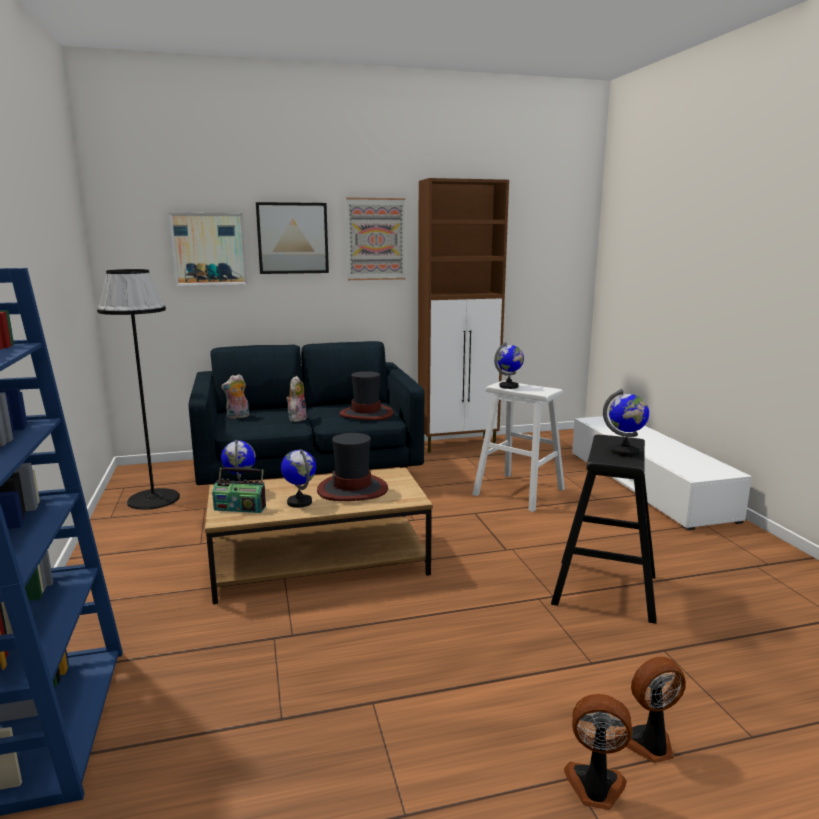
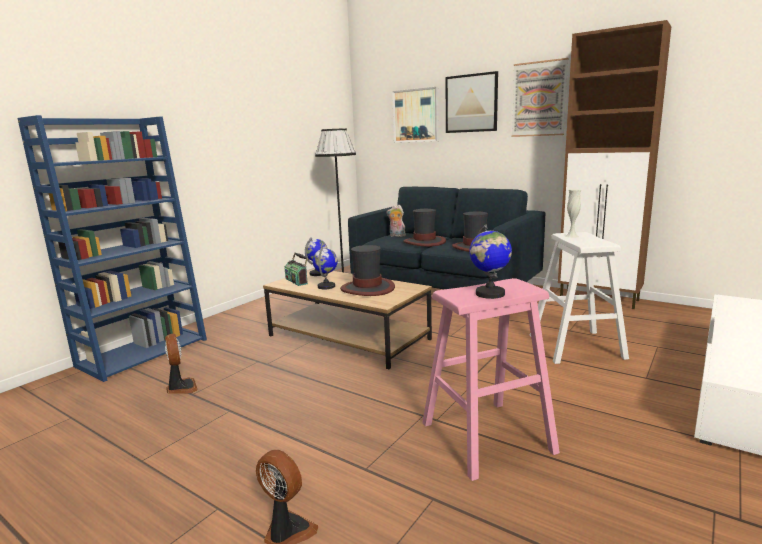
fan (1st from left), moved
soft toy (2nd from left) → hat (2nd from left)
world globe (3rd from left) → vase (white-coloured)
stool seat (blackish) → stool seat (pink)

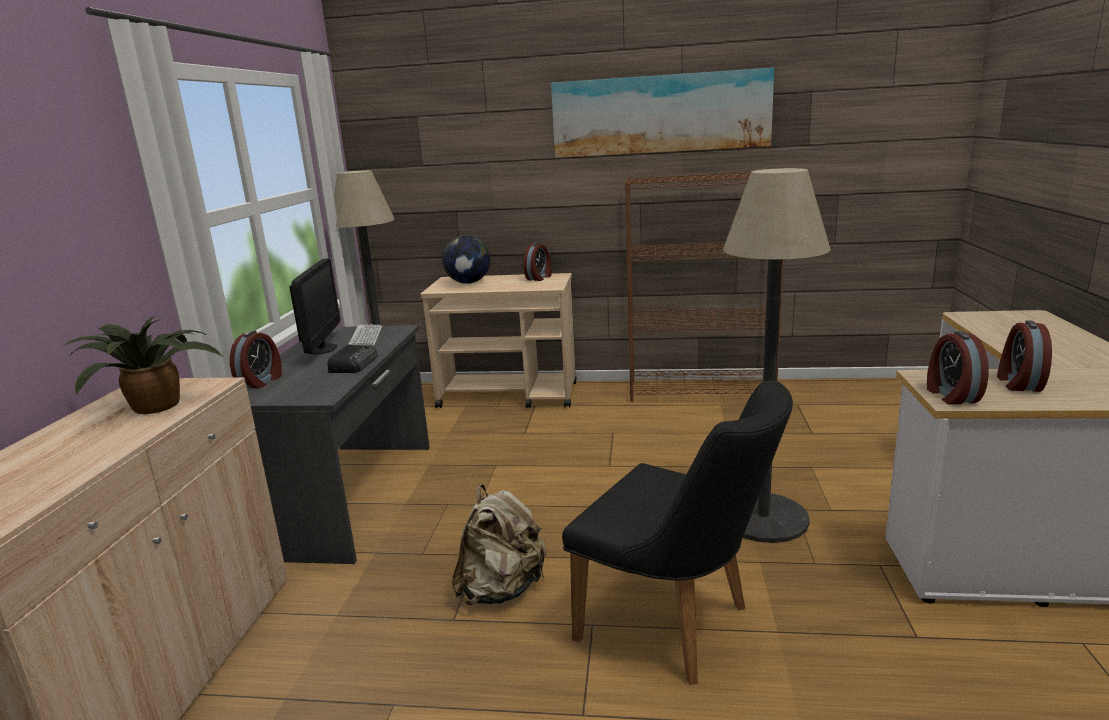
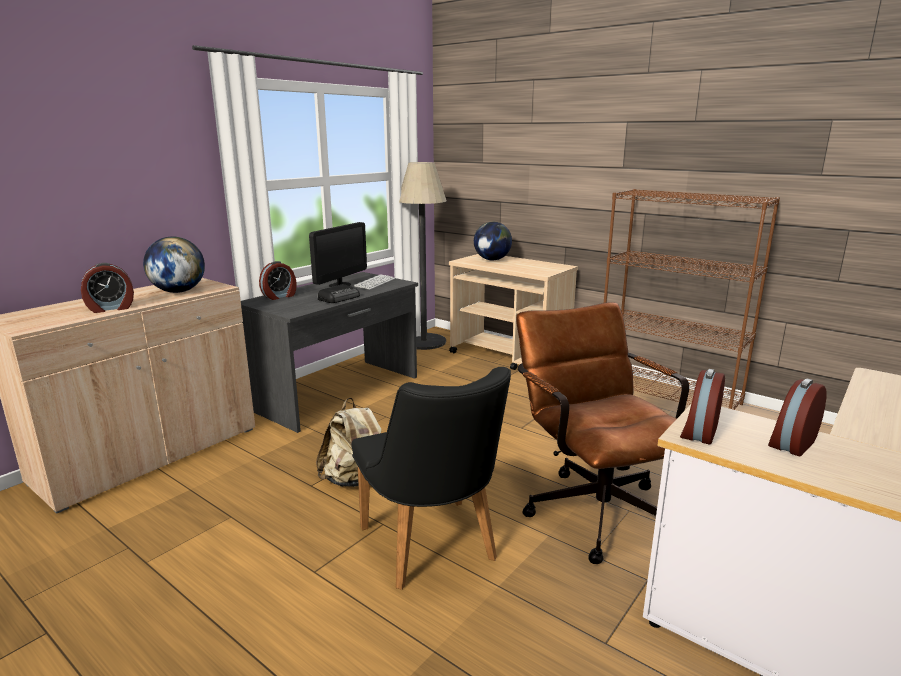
wall art → -
alarm clock (2nd from left in the first image) → alarm clock (1st from left), moved
houseplant → world globe (1st from left)
floor lamp (2nd from left) → computer chair (brown-coloured)

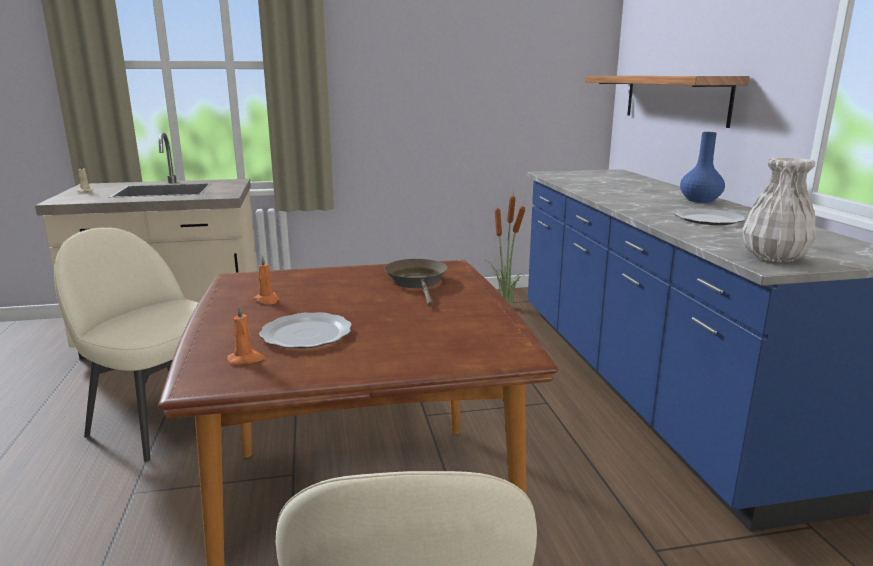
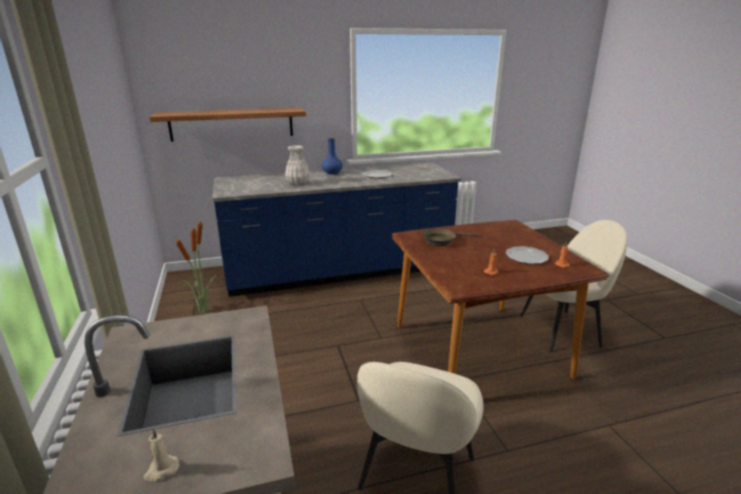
vase (white-coloured), moved

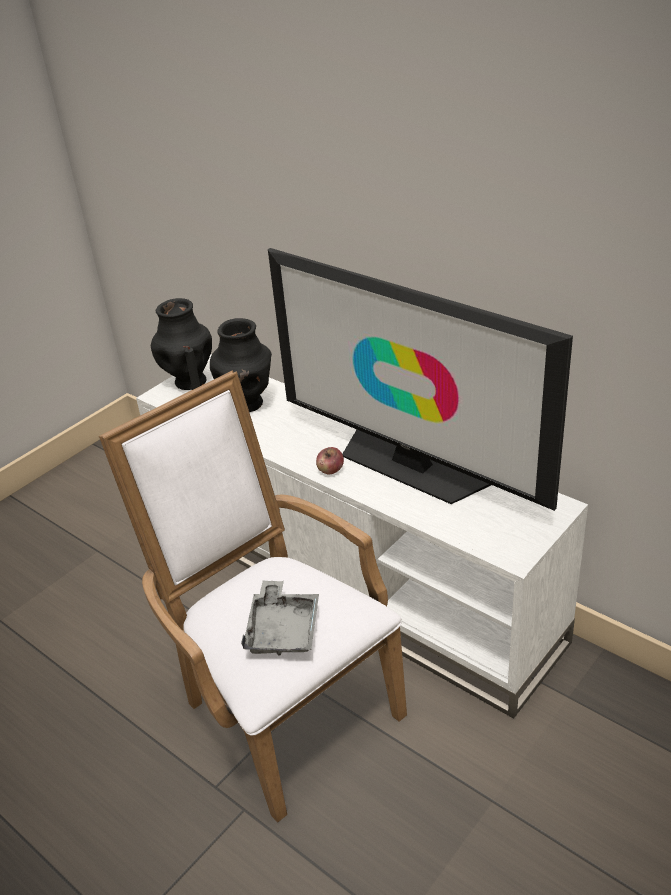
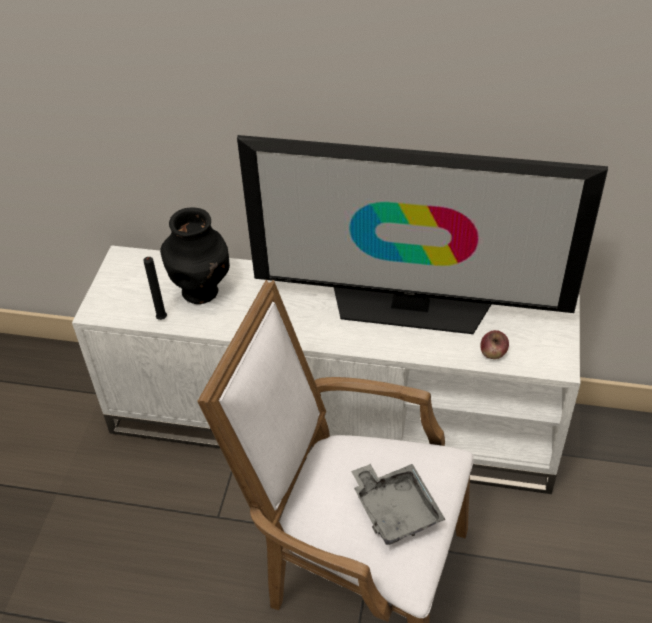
vase (blackish) (1st from left) → -
whole apple, moved

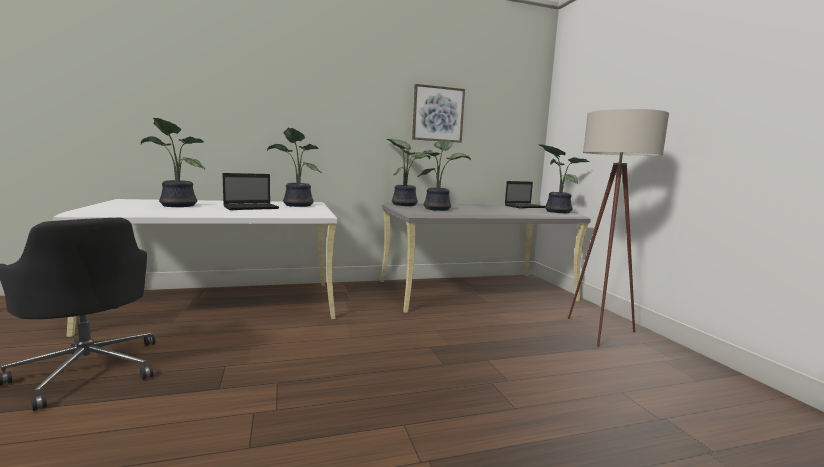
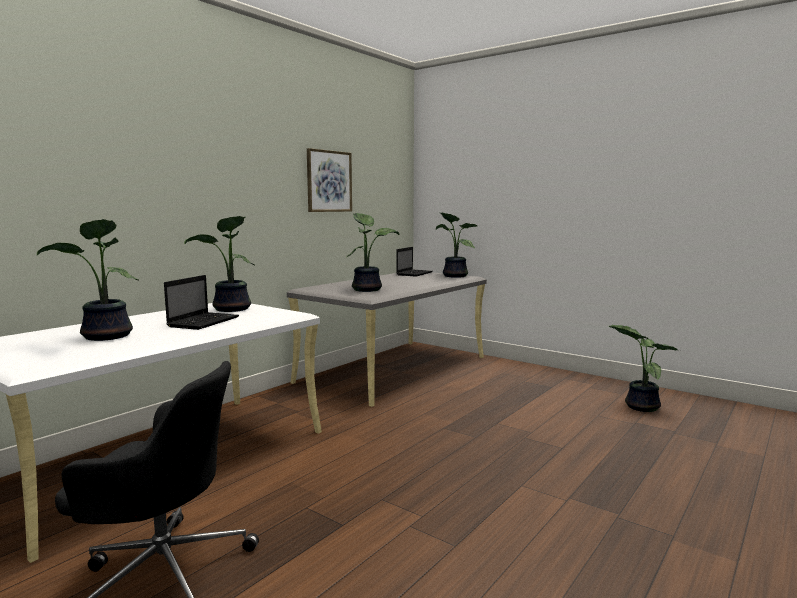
floor lamp (beige-coloured) → -
houseplant (3rd from left in the first image) → houseplant (5th from left), moved

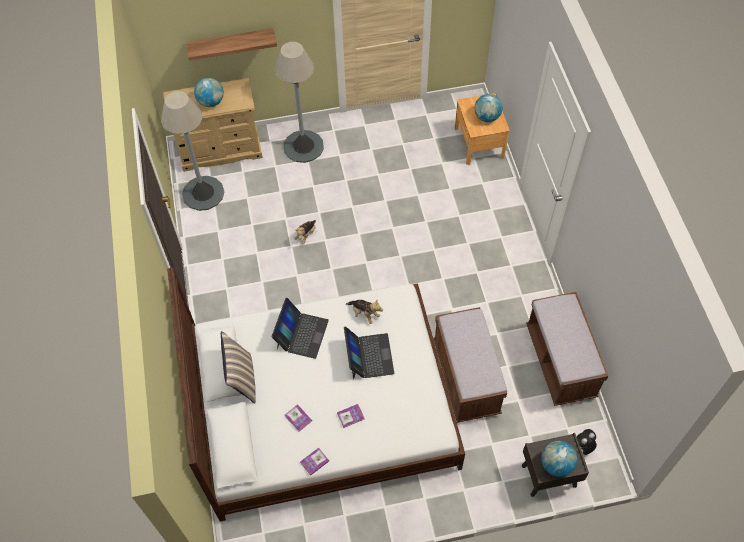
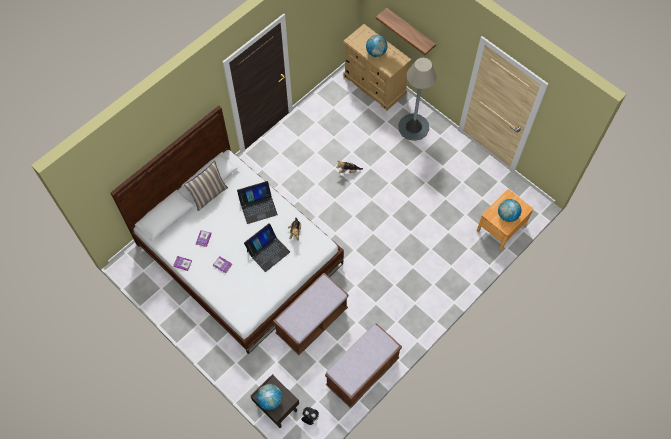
floor lamp (grey) (1st from left) → -

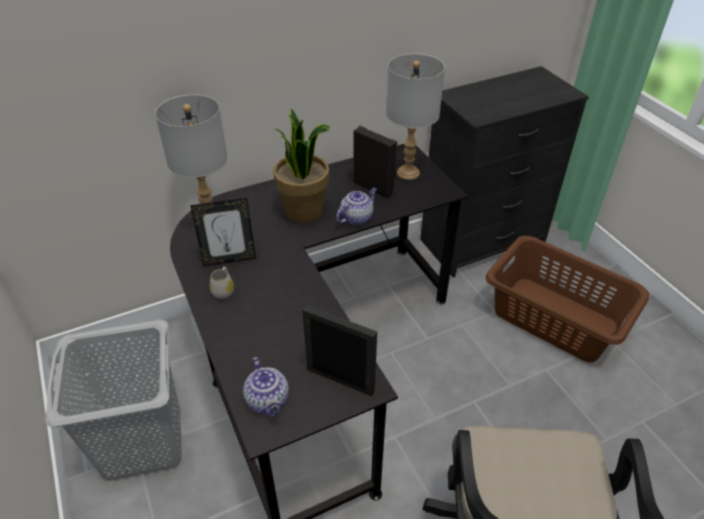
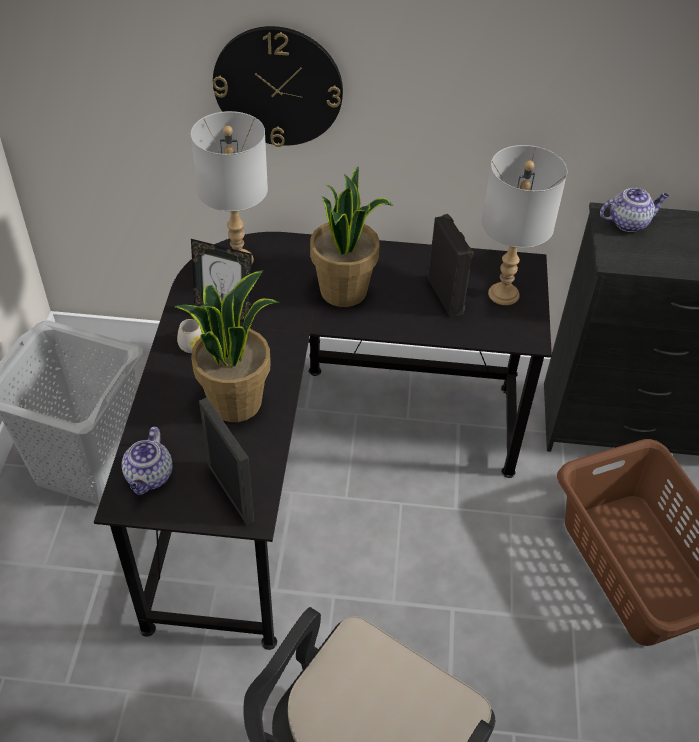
- → houseplant (1st from left)
- → hanging clock
pot for tea (2nd from left), moved

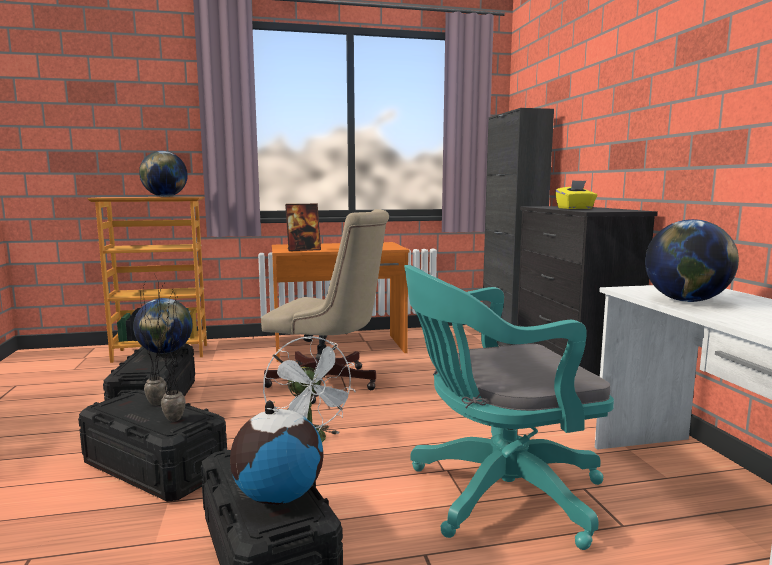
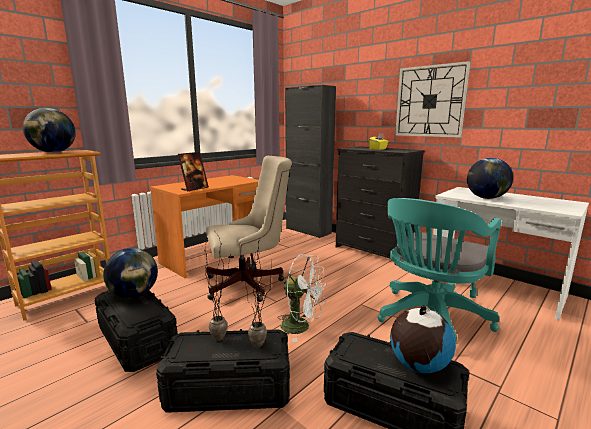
- → hanging clock

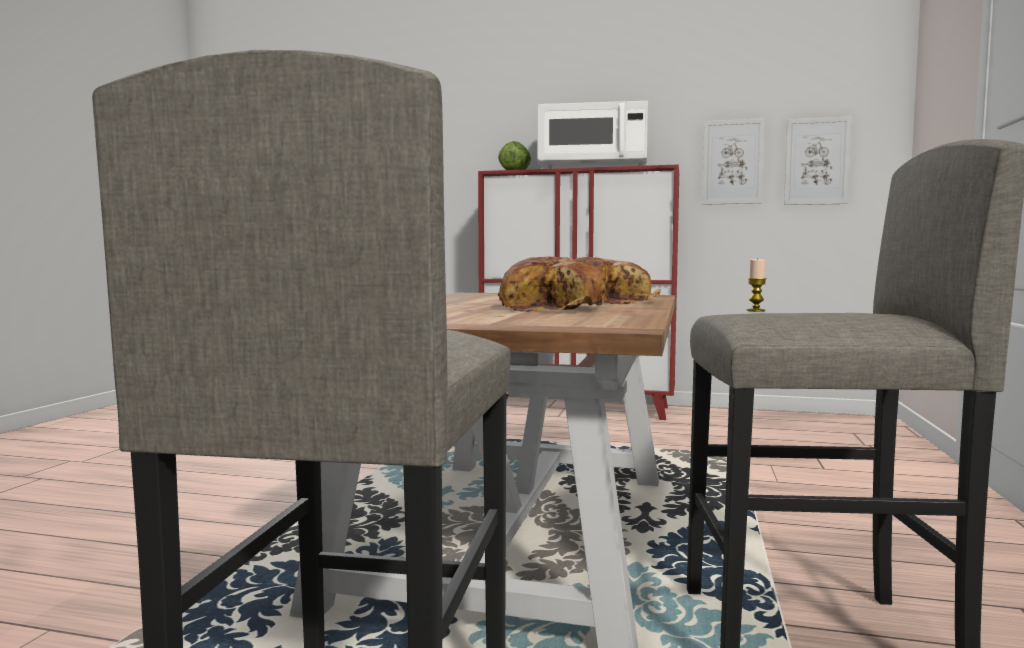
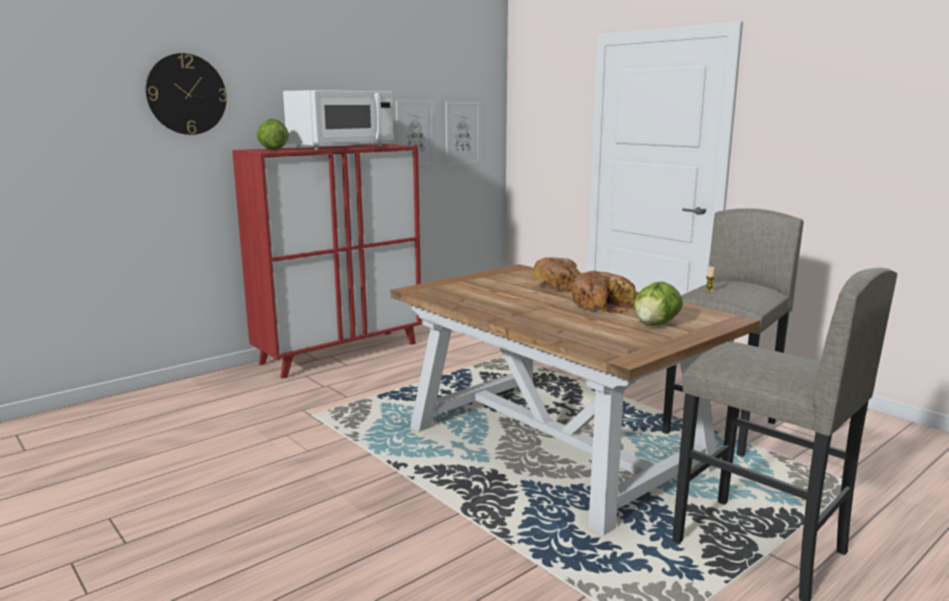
- → hanging clock
- → lettuce (2nd from left)

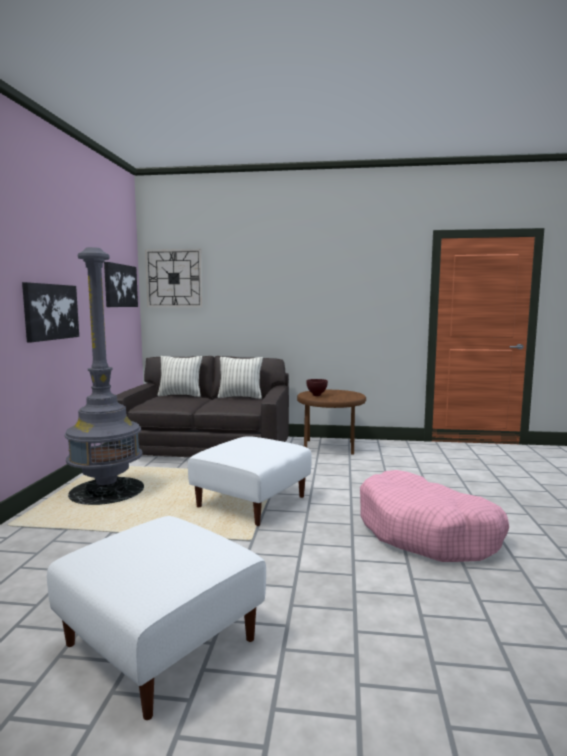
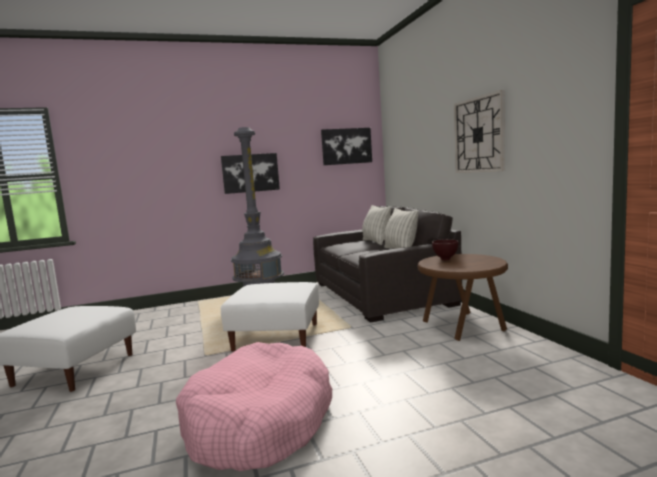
hanging clock, moved

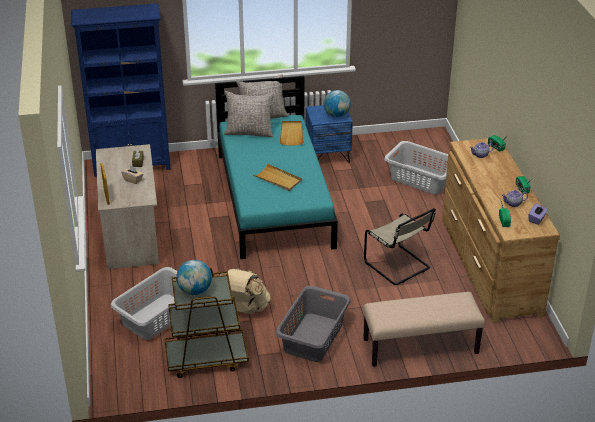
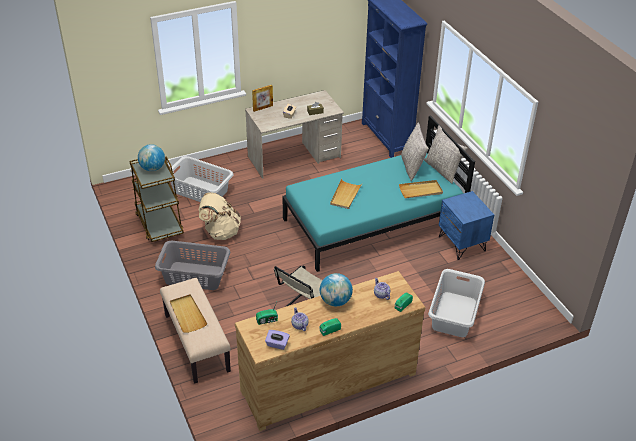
- → serving tray (beige-coloured) (1st from left)
world globe (2nd from left), moved

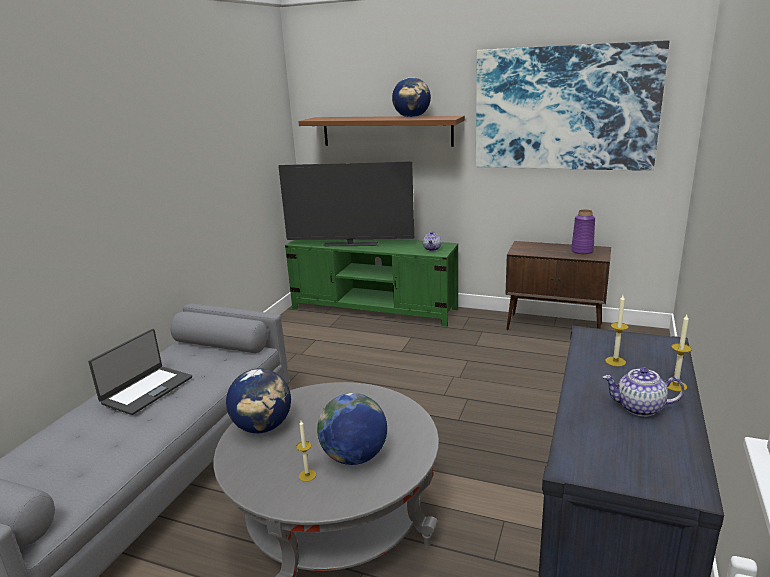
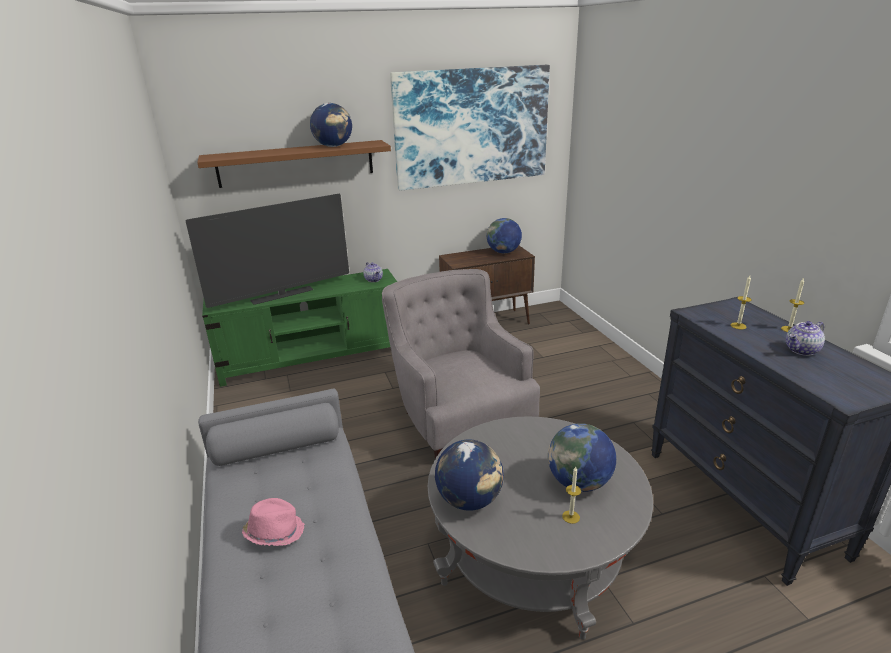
- → easy chair (grey)
laptop → hat (pink)
vase (purple-coloured) → world globe (3rd from left)

